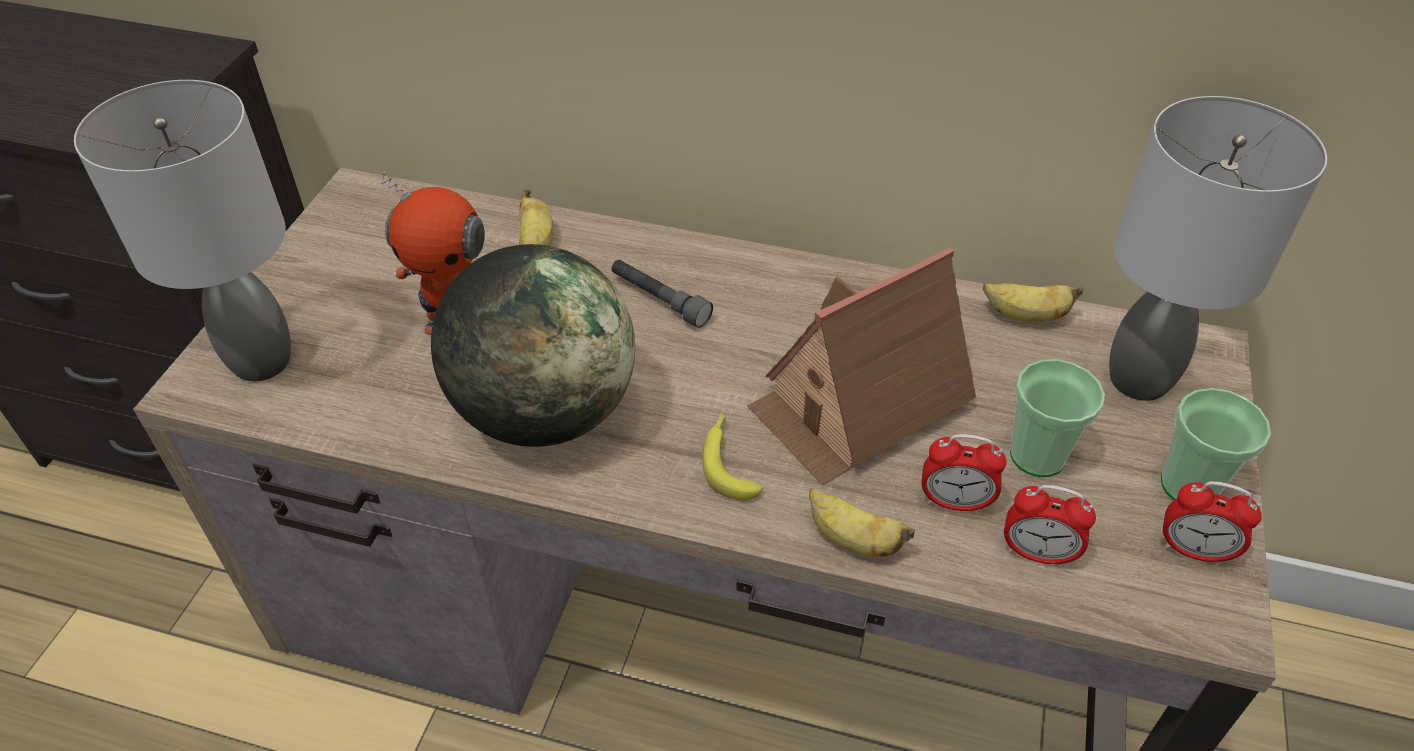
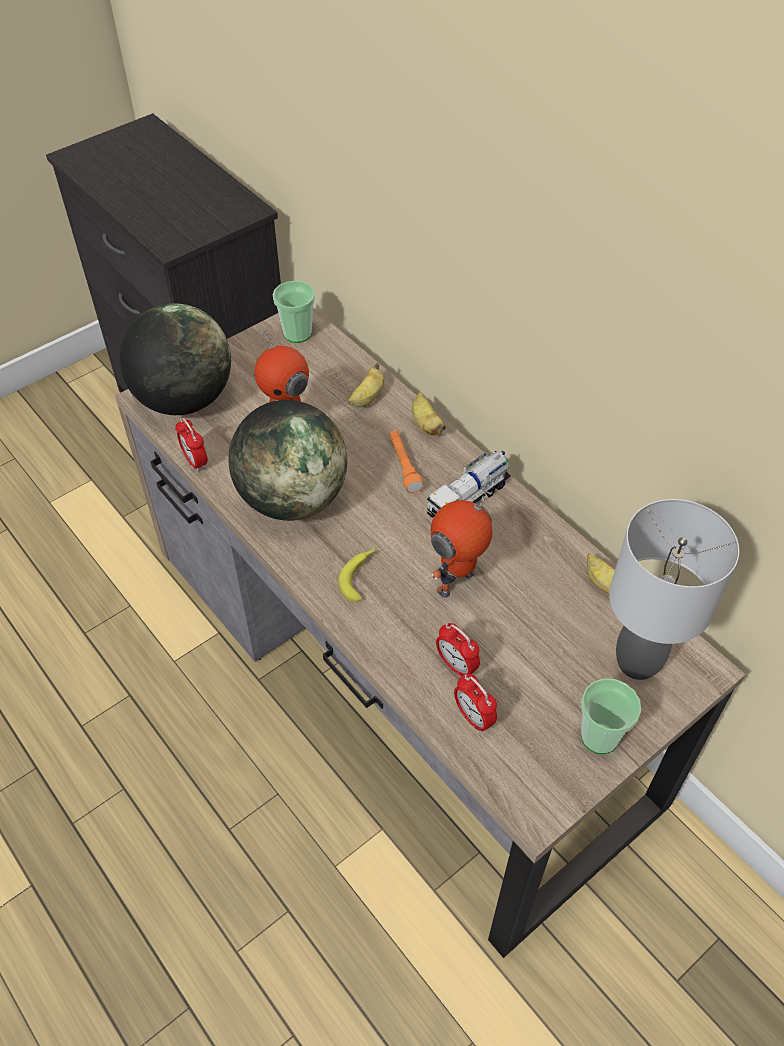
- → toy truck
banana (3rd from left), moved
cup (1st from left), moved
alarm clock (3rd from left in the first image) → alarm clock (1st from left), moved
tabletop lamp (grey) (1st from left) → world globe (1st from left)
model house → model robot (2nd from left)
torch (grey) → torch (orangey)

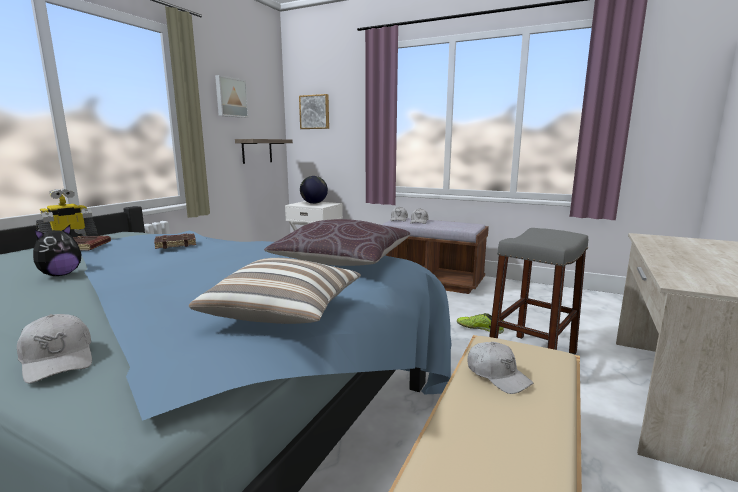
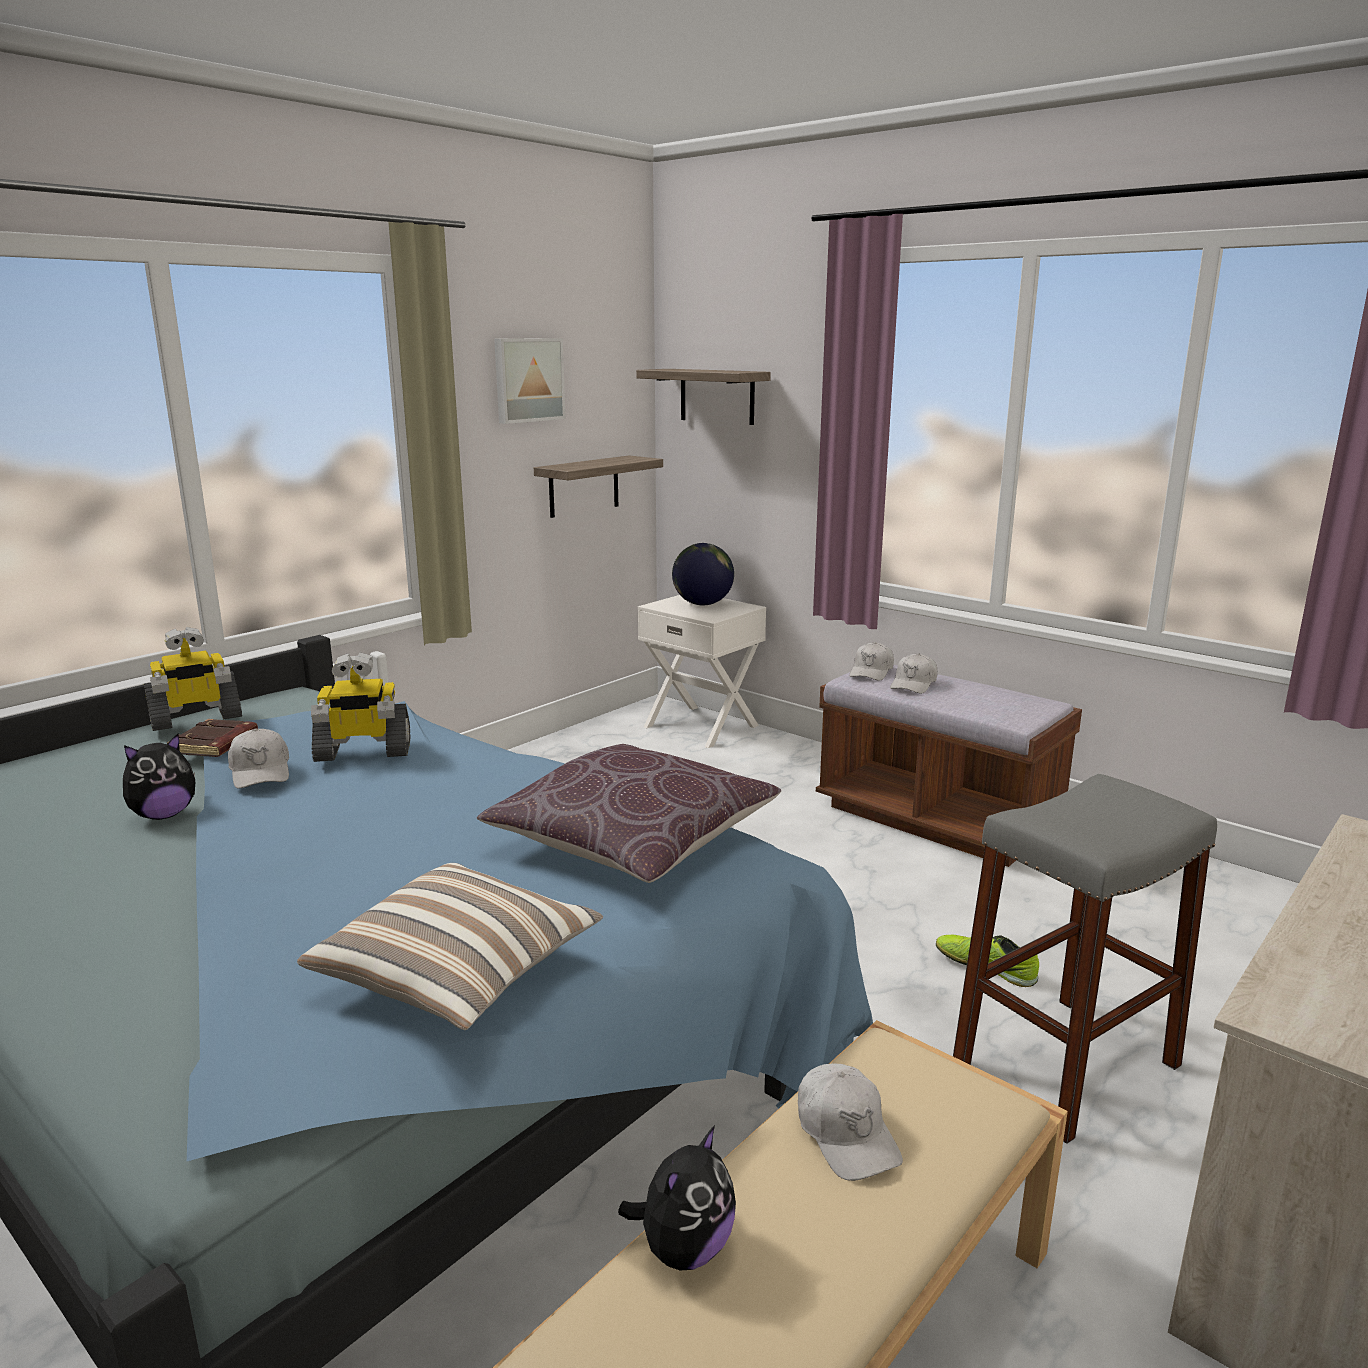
- → soft toy (2nd from left)
baseball cap (white-coloured) (1st from left), moved
volume (brown-coloured) (2nd from left) → model robot (2nd from left)
wall art (2nd from left) → wall shelf (2nd from left)

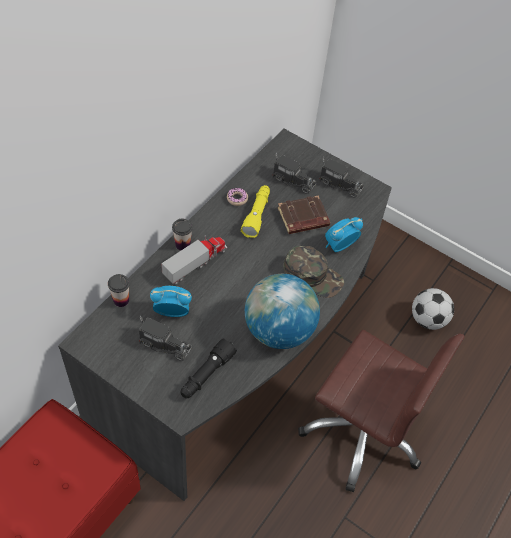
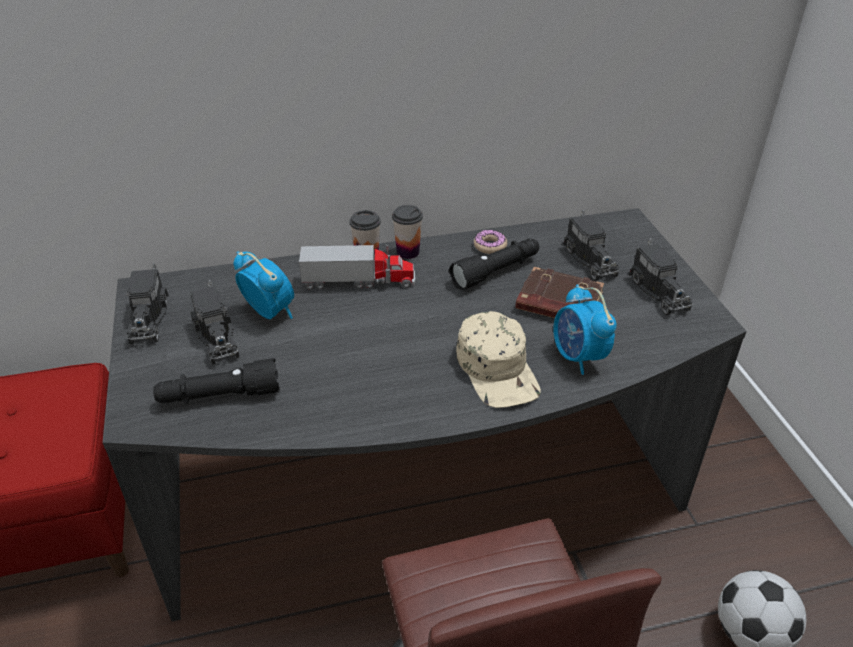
world globe → -
- → toy truck (1st from left)
cup (1st from left in the first image) → cup (2nd from left), moved
torch (yellowish) → torch (blackish) (2nd from left)
baseball cap (green) → baseball cap (beige-coloured)
alarm clock (2nd from left), 120 degrees counterclockwise

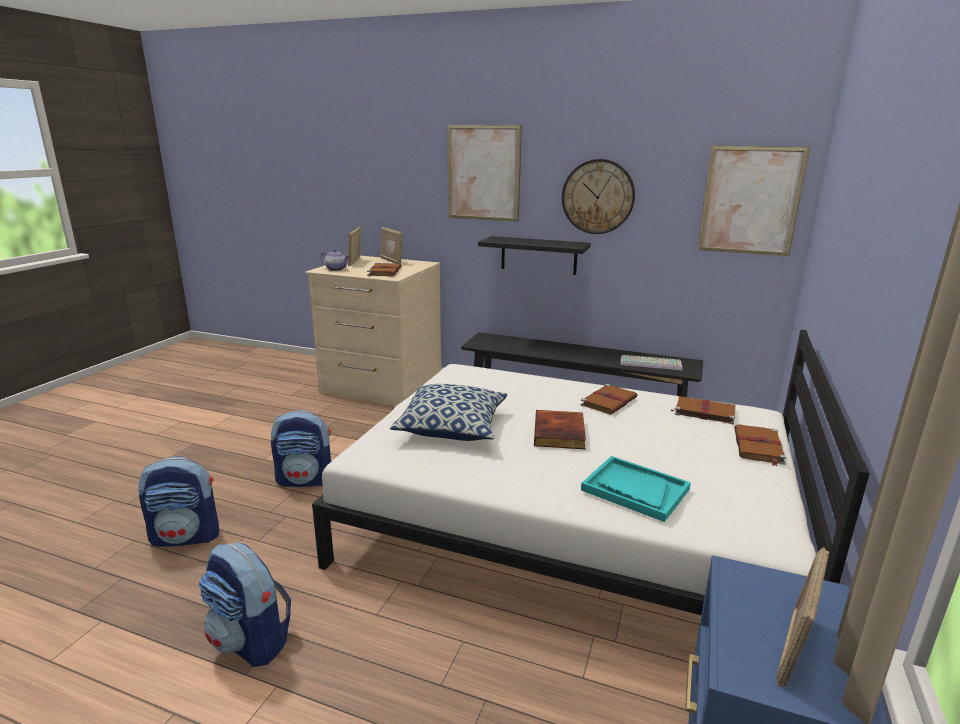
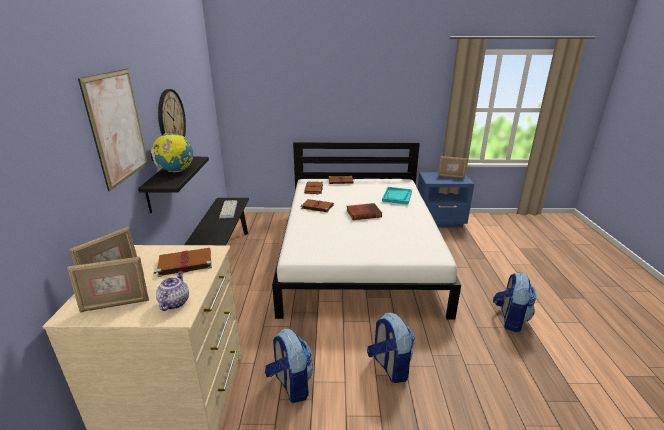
pillow → -
wall art (2nd from left) → -
- → world globe
backpack (1st from left), moved

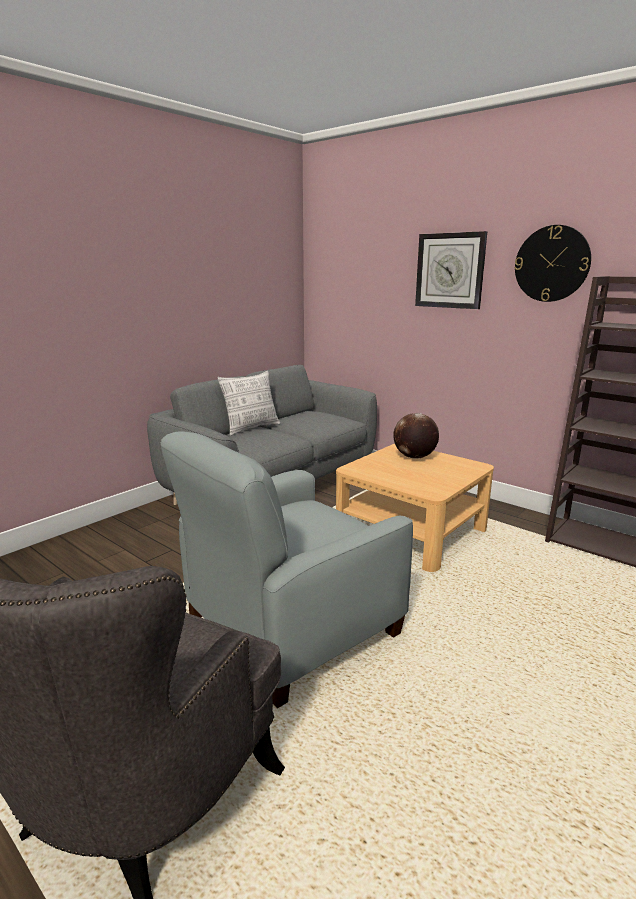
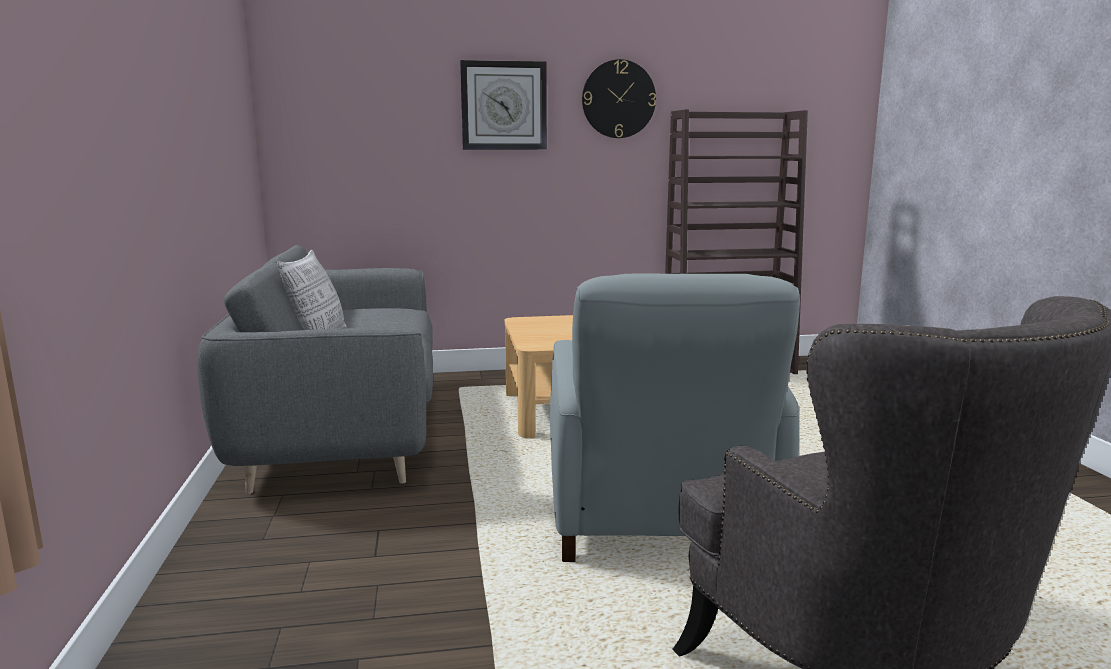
world globe → -

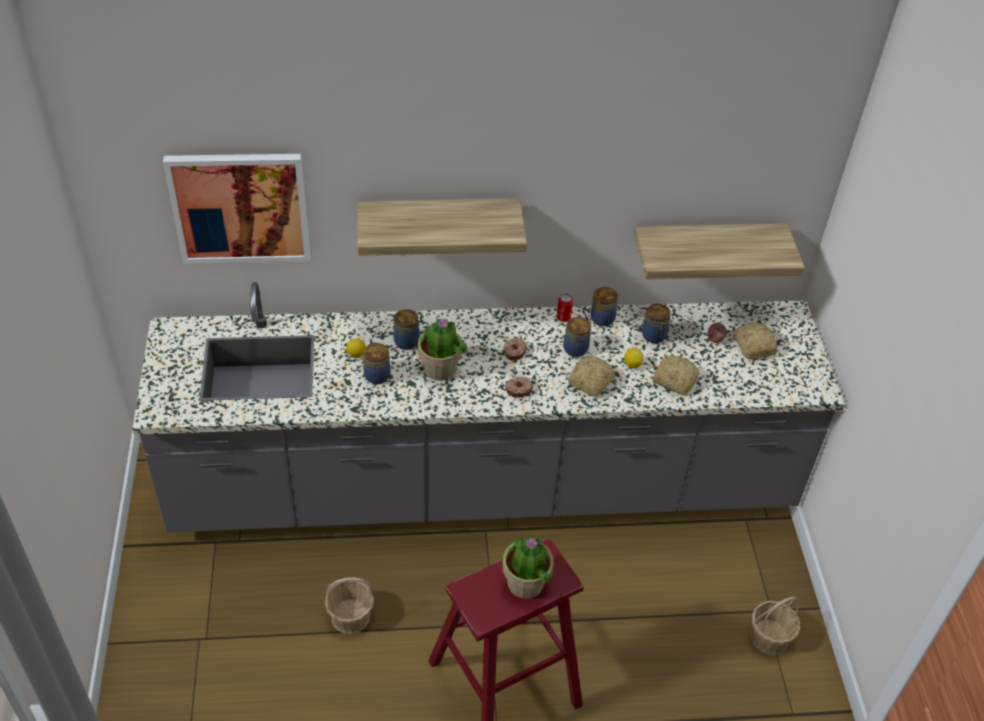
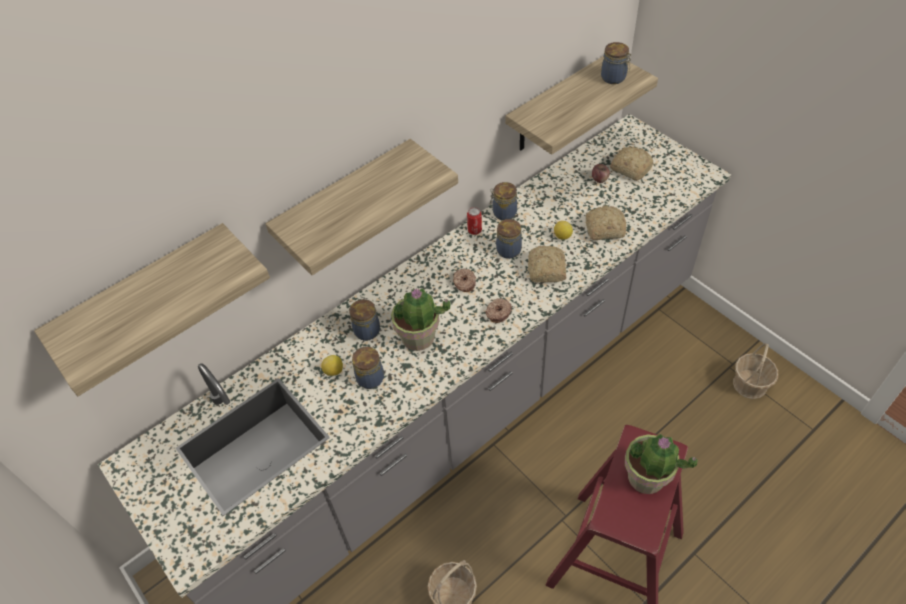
preserve jar (5th from left), moved
wall art → wall shelf (1st from left)

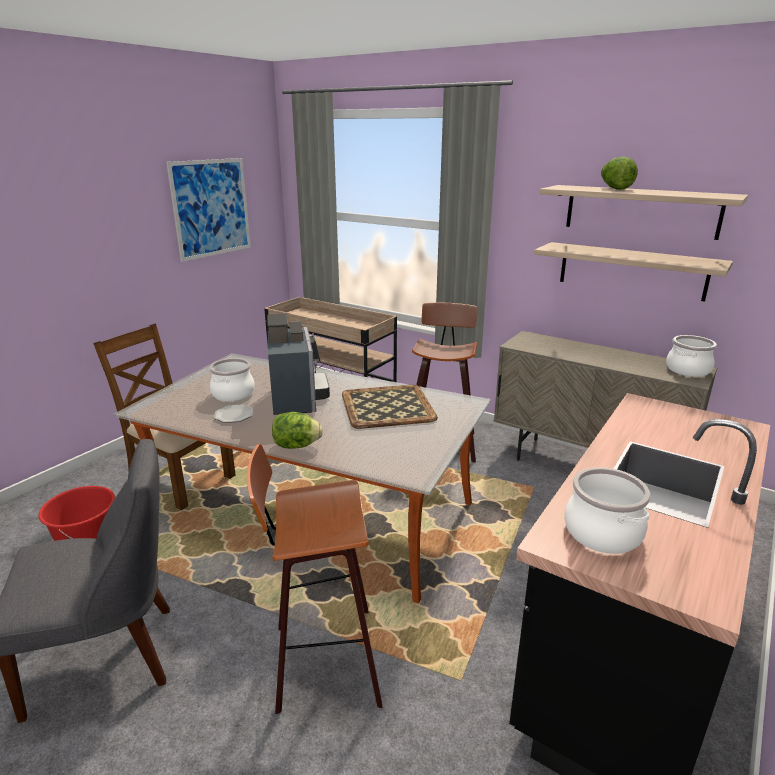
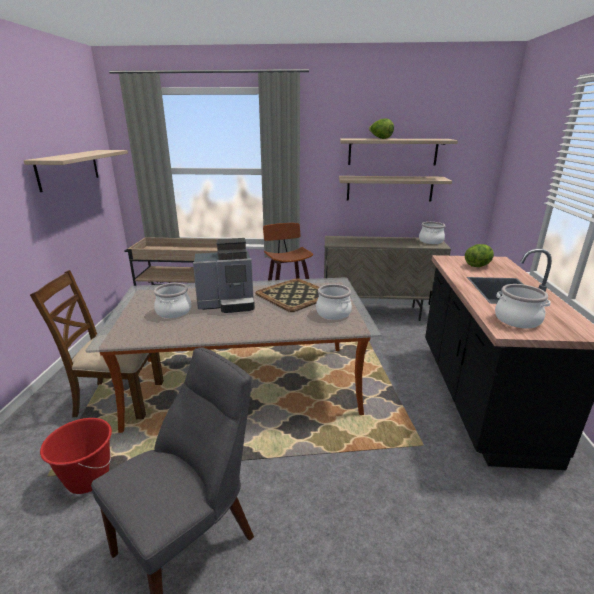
plate → -
stool seat (1st from left) → -
- → stockpot (2nd from left)
lettuce (1st from left in the first image) → lettuce (2nd from left), moved
wall art → wall shelf (1st from left)
coffee brewer, 120 degrees clockwise

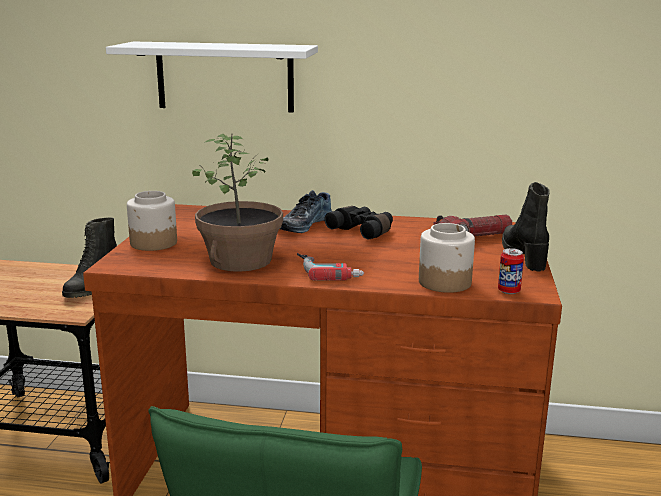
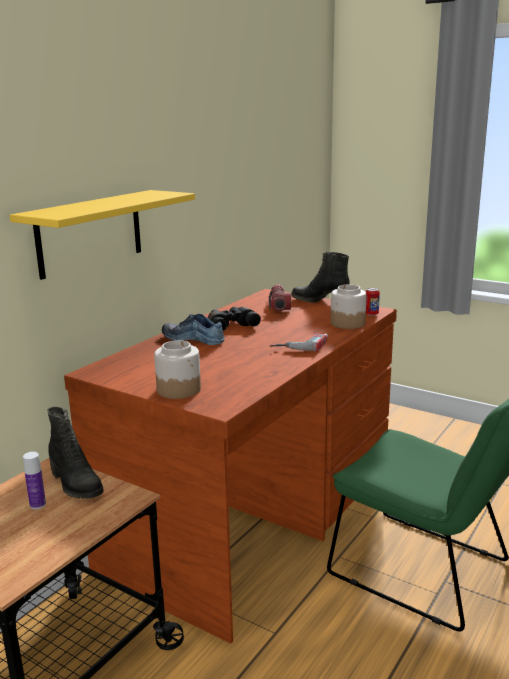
houseplant → -
- → bottle
wall shelf (white-coloured) → wall shelf (yellowish)
item of footwear, 150 degrees clockwise

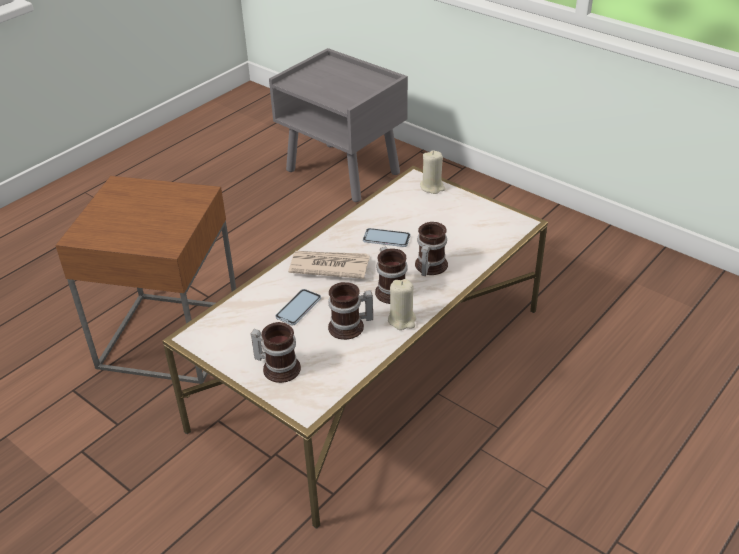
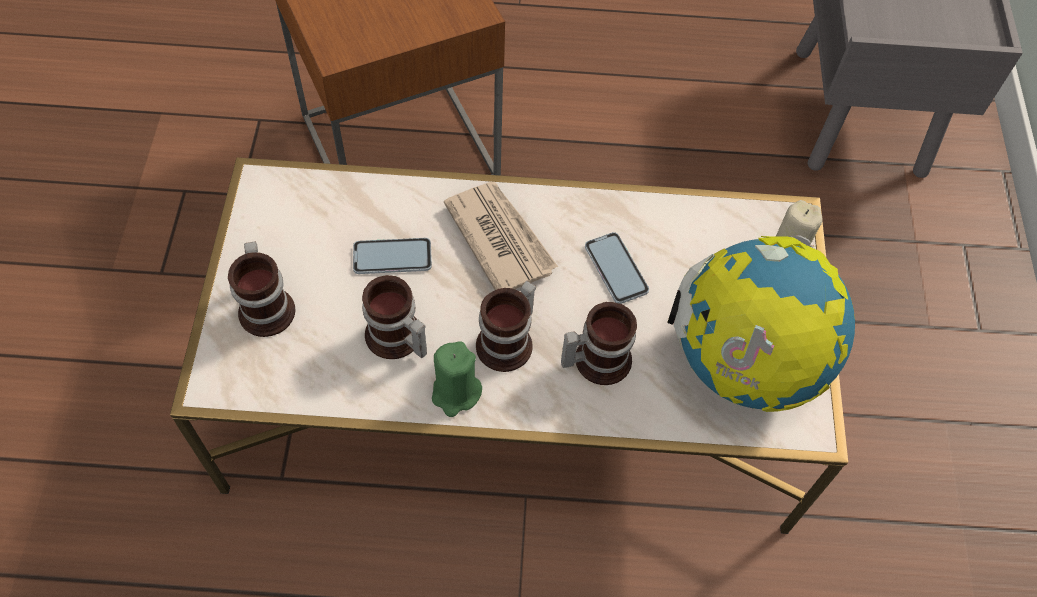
- → world globe
wax light (beige-coloured) (1st from left) → wax light (green)

